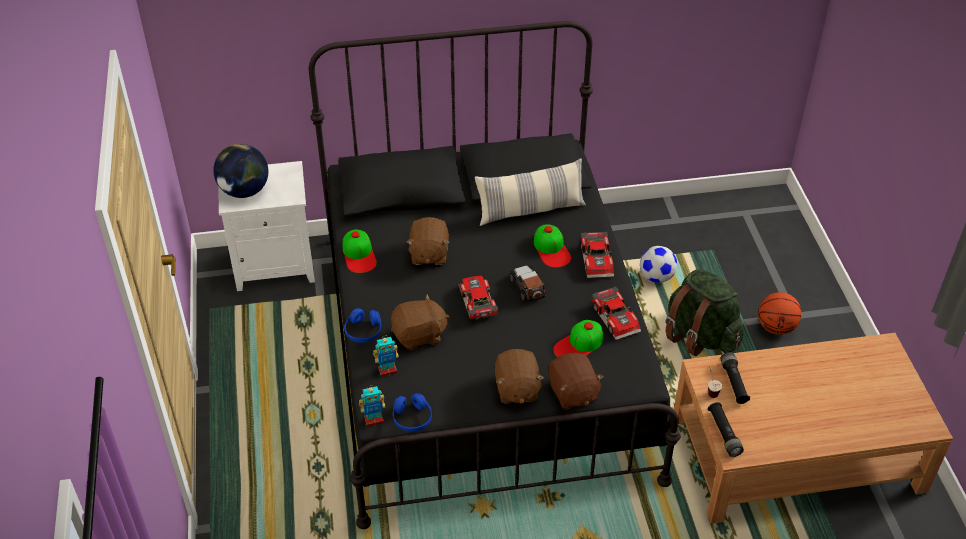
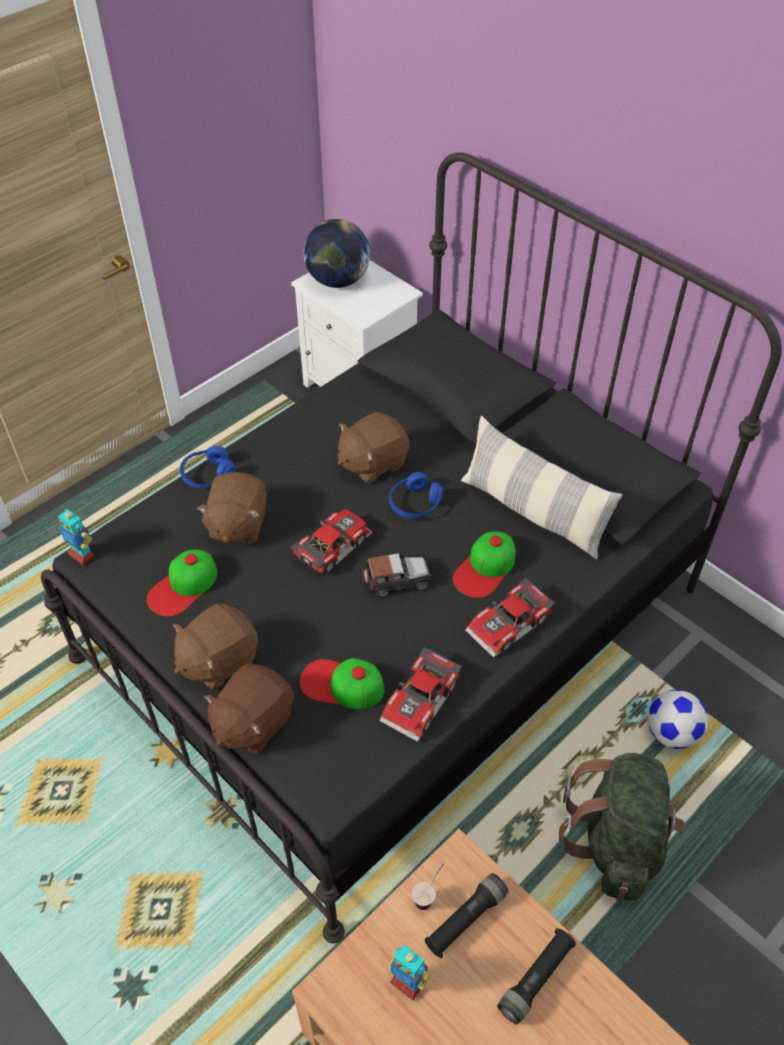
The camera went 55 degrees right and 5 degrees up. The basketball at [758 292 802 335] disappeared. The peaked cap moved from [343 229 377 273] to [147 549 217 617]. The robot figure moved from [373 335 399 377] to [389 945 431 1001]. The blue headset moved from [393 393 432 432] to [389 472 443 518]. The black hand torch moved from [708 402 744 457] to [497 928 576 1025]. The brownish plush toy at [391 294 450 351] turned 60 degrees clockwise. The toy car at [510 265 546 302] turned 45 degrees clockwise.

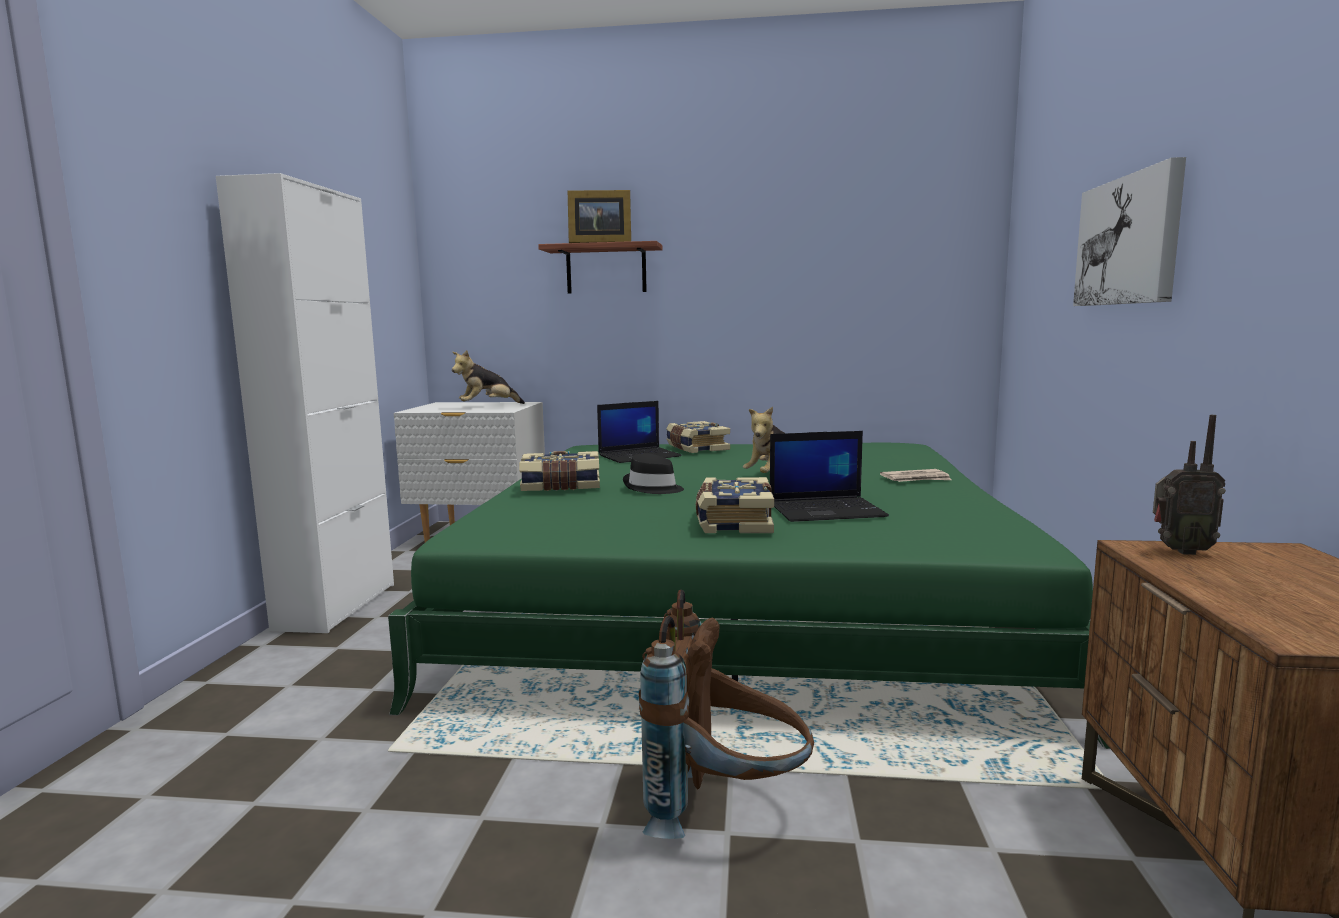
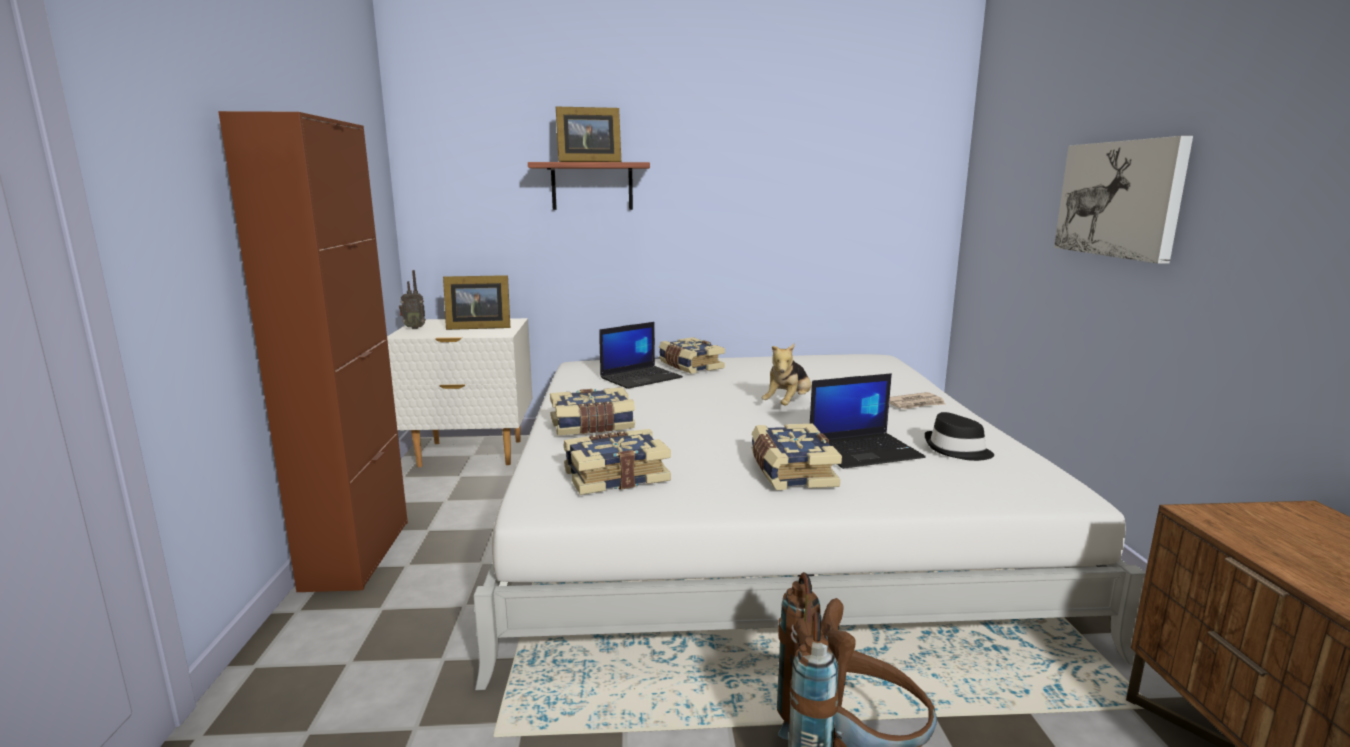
The camera went 10 degrees left and 5 degrees up. The bound book at [564 429 671 495] appeared. The black clothing hat moved from [623 453 684 494] to [924 412 994 461]. The radio receiver moved from [1153 415 1226 555] to [399 270 426 329]. The plush toy at [452 350 525 404] was replaced by the standing frame at [443 275 510 330]. The white storage cabinet at [216 173 394 633] became the brownish storage cabinet at [218 111 408 592]. The green-coloured sleeping bed at [388 443 1110 749] became the white sleeping bed at [474 354 1146 690].

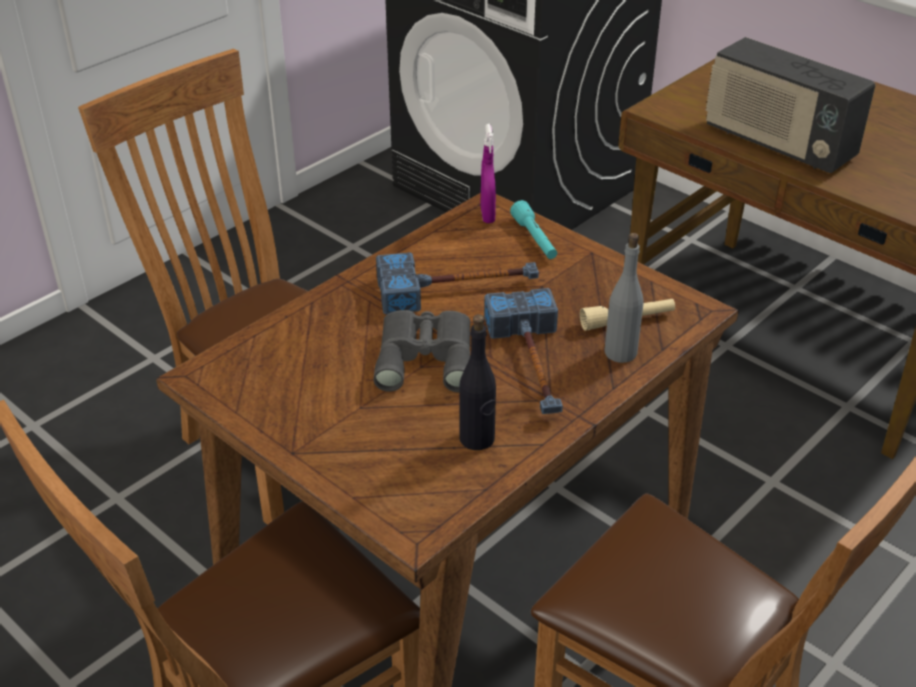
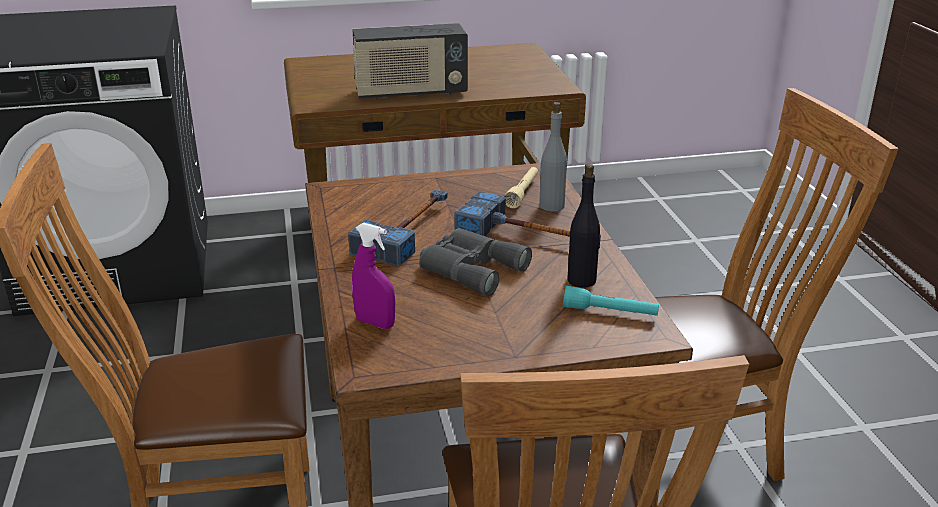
The camera went 55 degrees left and 10 degrees down. The purplish spray bottle moved from [481 124 496 223] to [352 223 396 329]. The turquoise-coloured hand torch moved from [510 200 557 259] to [563 286 659 316].

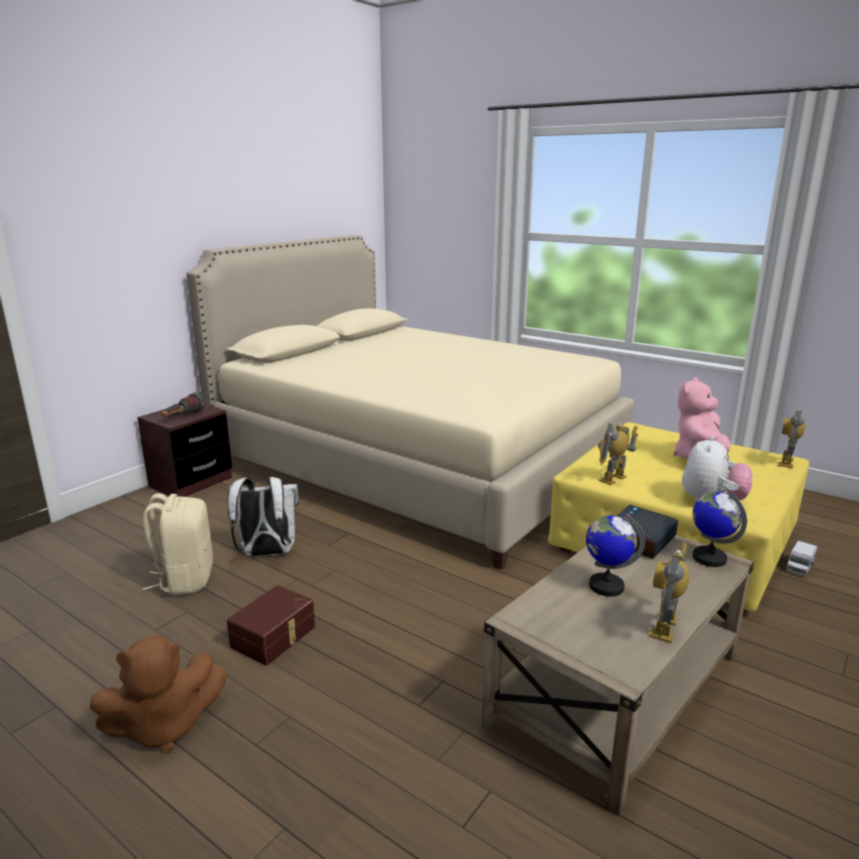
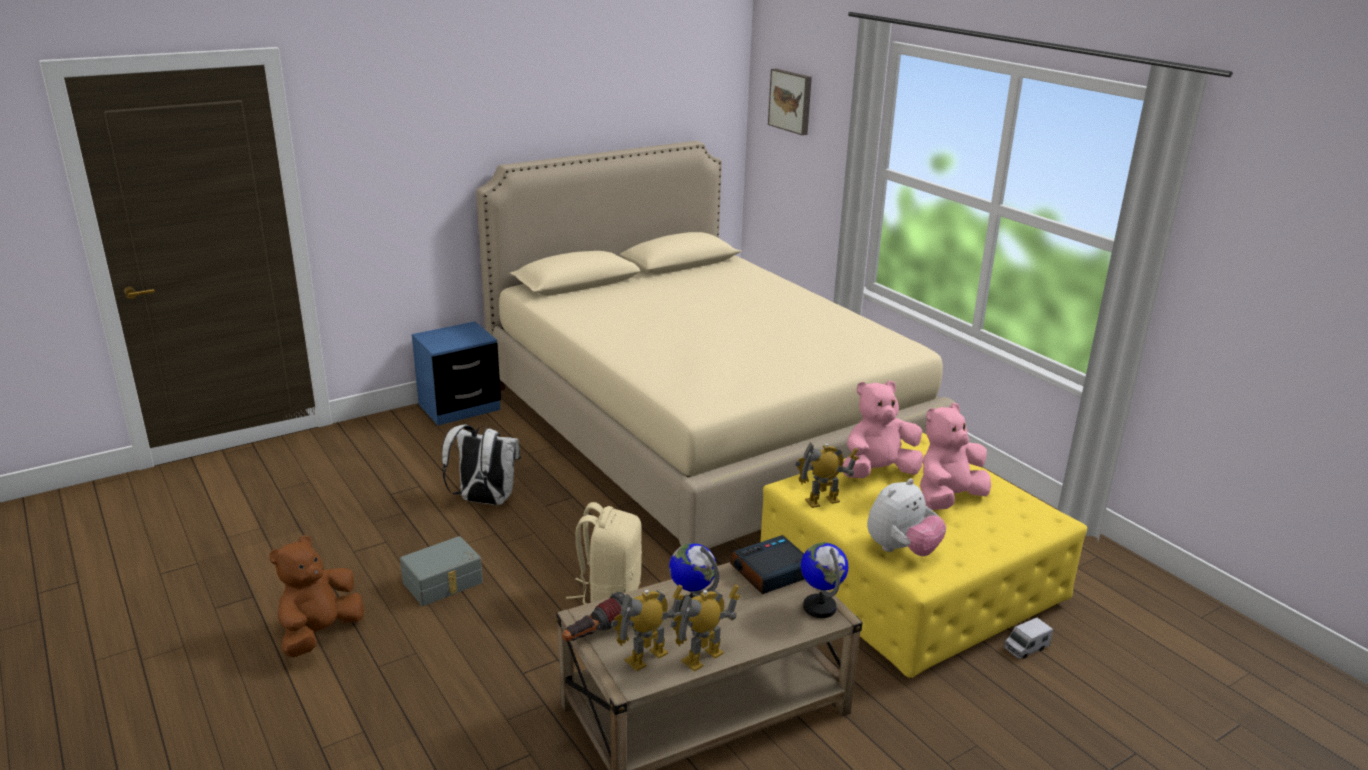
The camera went 20 degrees right and 5 degrees up. The picture at [768 69 812 135] appeared. The pink-coloured plush toy at [843 380 923 478] appeared. The sand-coloured backpack moved from [143 493 213 596] to [566 502 642 605]. The hand torch moved from [161 393 204 417] to [562 592 626 641]. The robot figure moved from [778 409 805 468] to [611 585 684 671]. The brownish bedside table at [137 404 232 497] became the blue bedside table at [412 321 501 425]. The brownish storage container at [227 585 315 665] became the greyish storage container at [400 536 483 606]. The brownish plush toy at [89 635 227 753] turned 120 degrees clockwise.

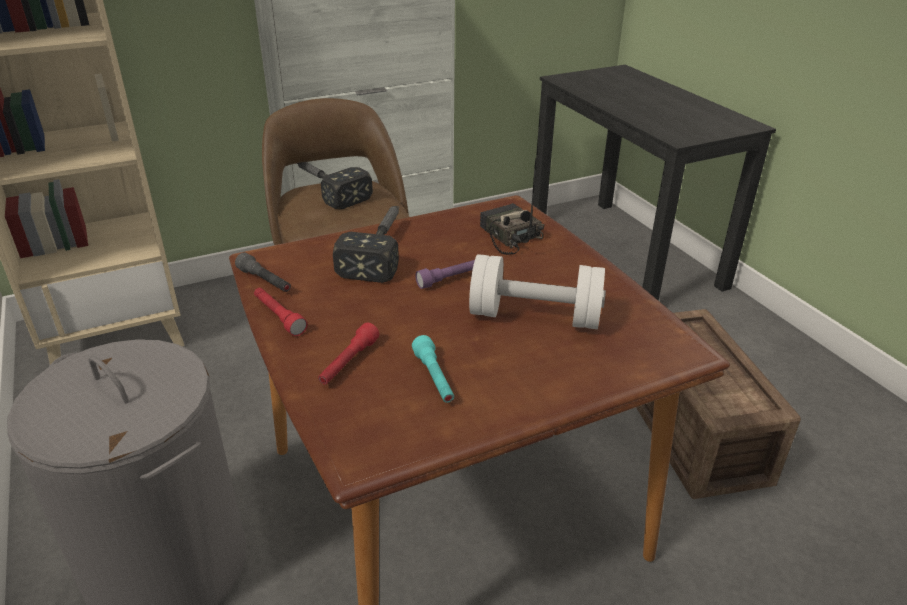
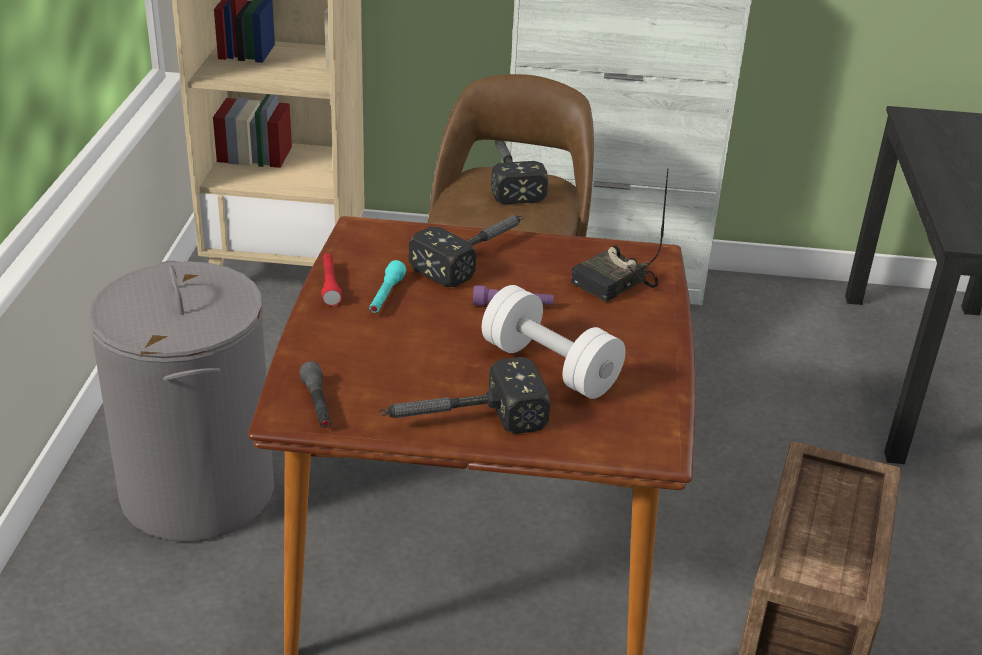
The camera went 30 degrees right and 0 degrees up. The reddish hand torch at [318 323 379 385] disappeared. The hand hammer at [379 357 550 434] appeared. The greyish hand torch moved from [235 253 291 292] to [300 361 331 428]. The turquoise-coloured hand torch moved from [412 335 454 403] to [369 260 406 313]. The radio receiver at [480 158 544 255] turned 135 degrees counterclockwise.

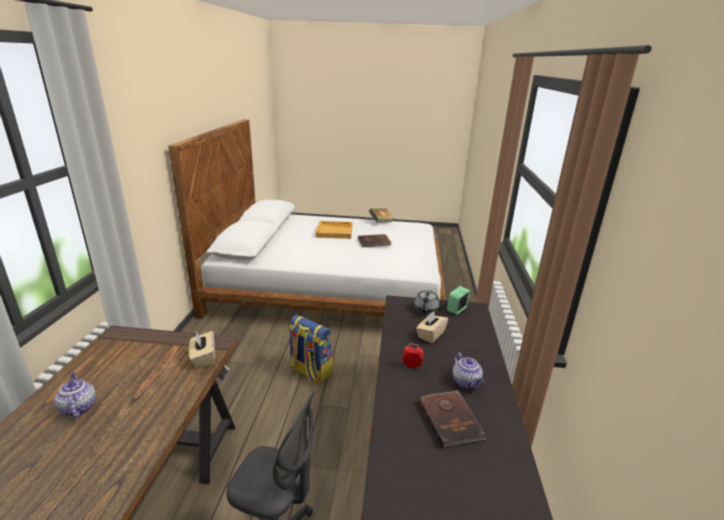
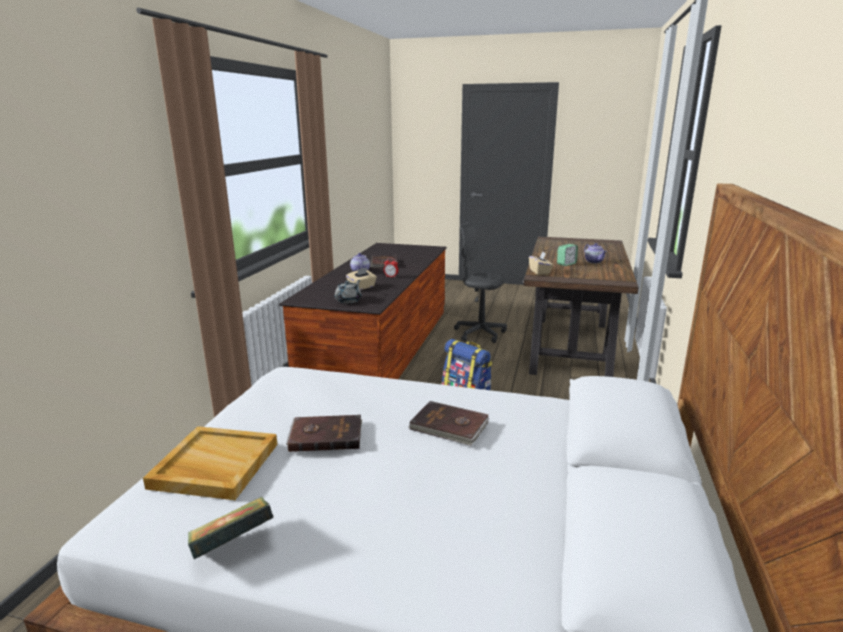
The camera went 170 degrees left and 5 degrees down. The brownish bound book at [409 401 489 446] appeared. The sand-coloured carrying tray moved from [316 221 352 239] to [143 426 277 500]. The table clock moved from [447 286 470 315] to [557 244 578 266].

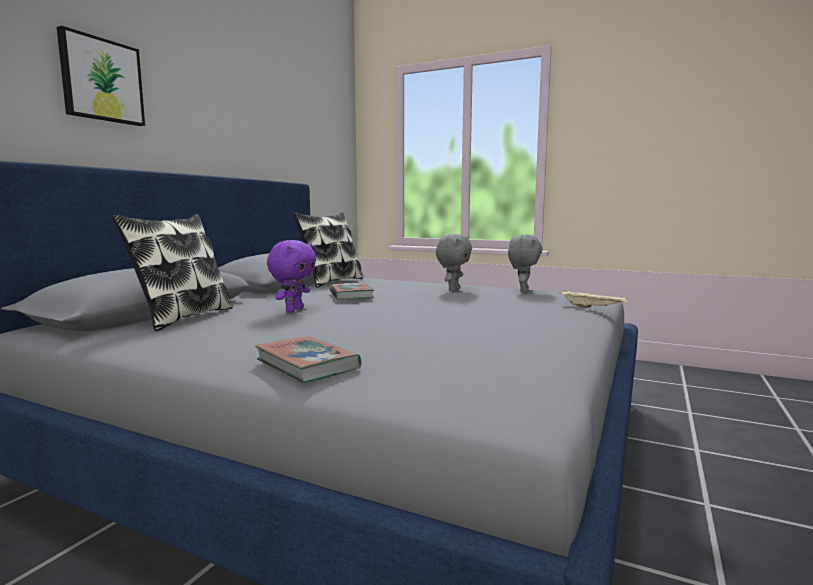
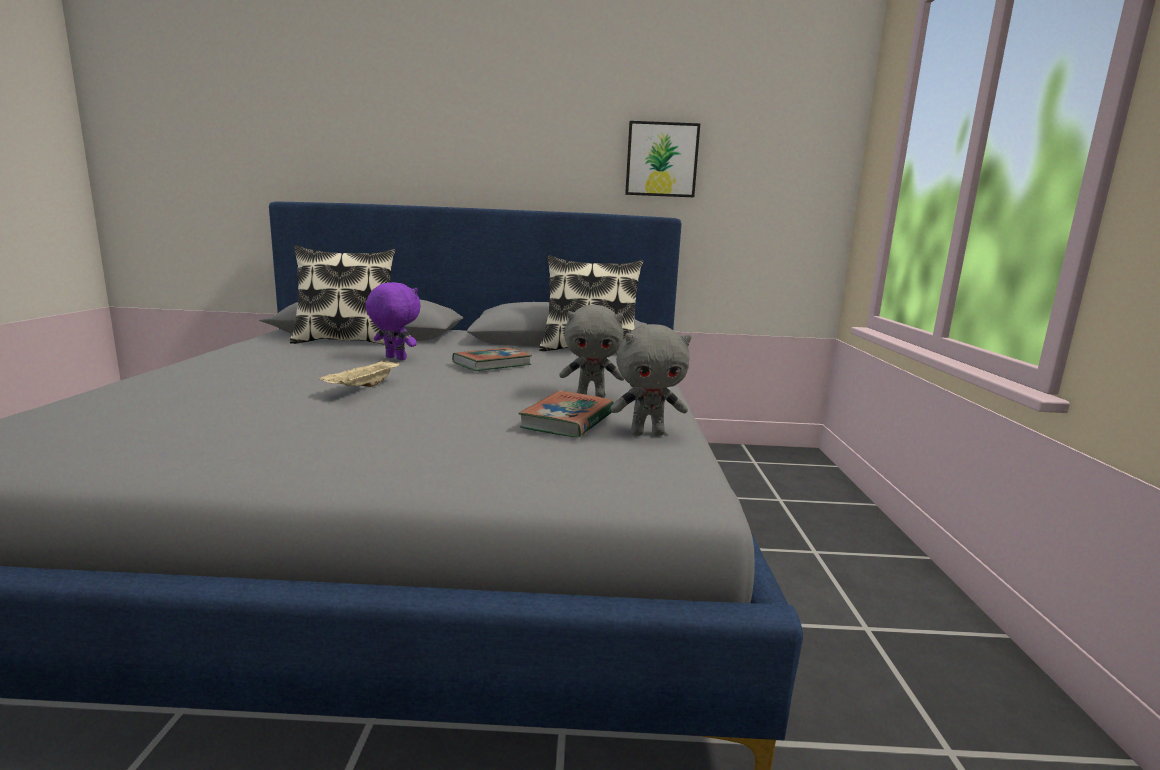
The camera went 65 degrees right and 5 degrees up. The picture moved from [57 26 145 126] to [625 121 700 197]. The bound book moved from [255 336 361 383] to [518 391 614 437]. The sand-coloured carrying tray moved from [558 290 628 308] to [319 359 400 387]. The purplish plush toy at [267 240 316 312] turned 150 degrees counterclockwise.

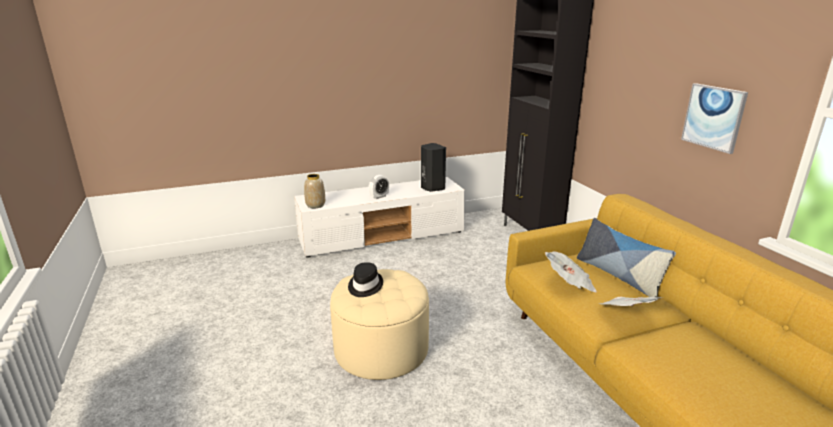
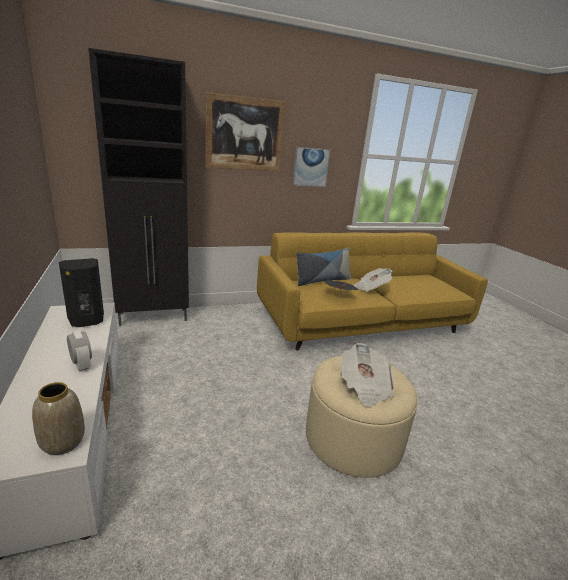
The camera went 90 degrees left and 0 degrees up. The picture at [205 92 286 172] appeared. The black clothing hat at [348 262 383 297] was replaced by the daily paper at [340 343 394 407].

